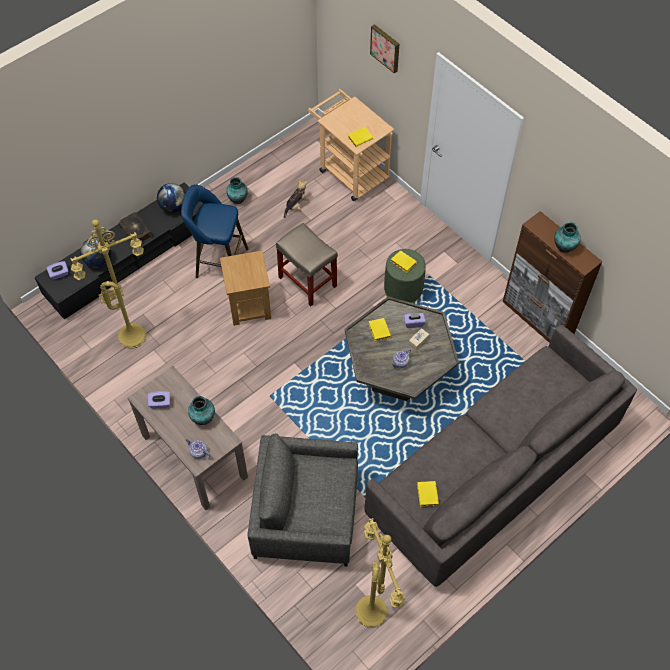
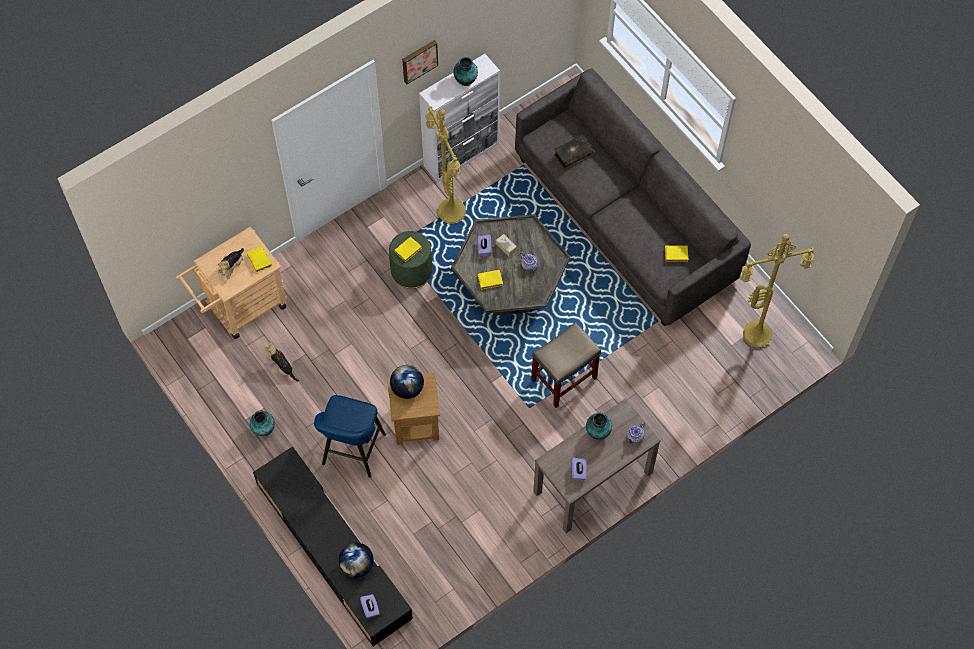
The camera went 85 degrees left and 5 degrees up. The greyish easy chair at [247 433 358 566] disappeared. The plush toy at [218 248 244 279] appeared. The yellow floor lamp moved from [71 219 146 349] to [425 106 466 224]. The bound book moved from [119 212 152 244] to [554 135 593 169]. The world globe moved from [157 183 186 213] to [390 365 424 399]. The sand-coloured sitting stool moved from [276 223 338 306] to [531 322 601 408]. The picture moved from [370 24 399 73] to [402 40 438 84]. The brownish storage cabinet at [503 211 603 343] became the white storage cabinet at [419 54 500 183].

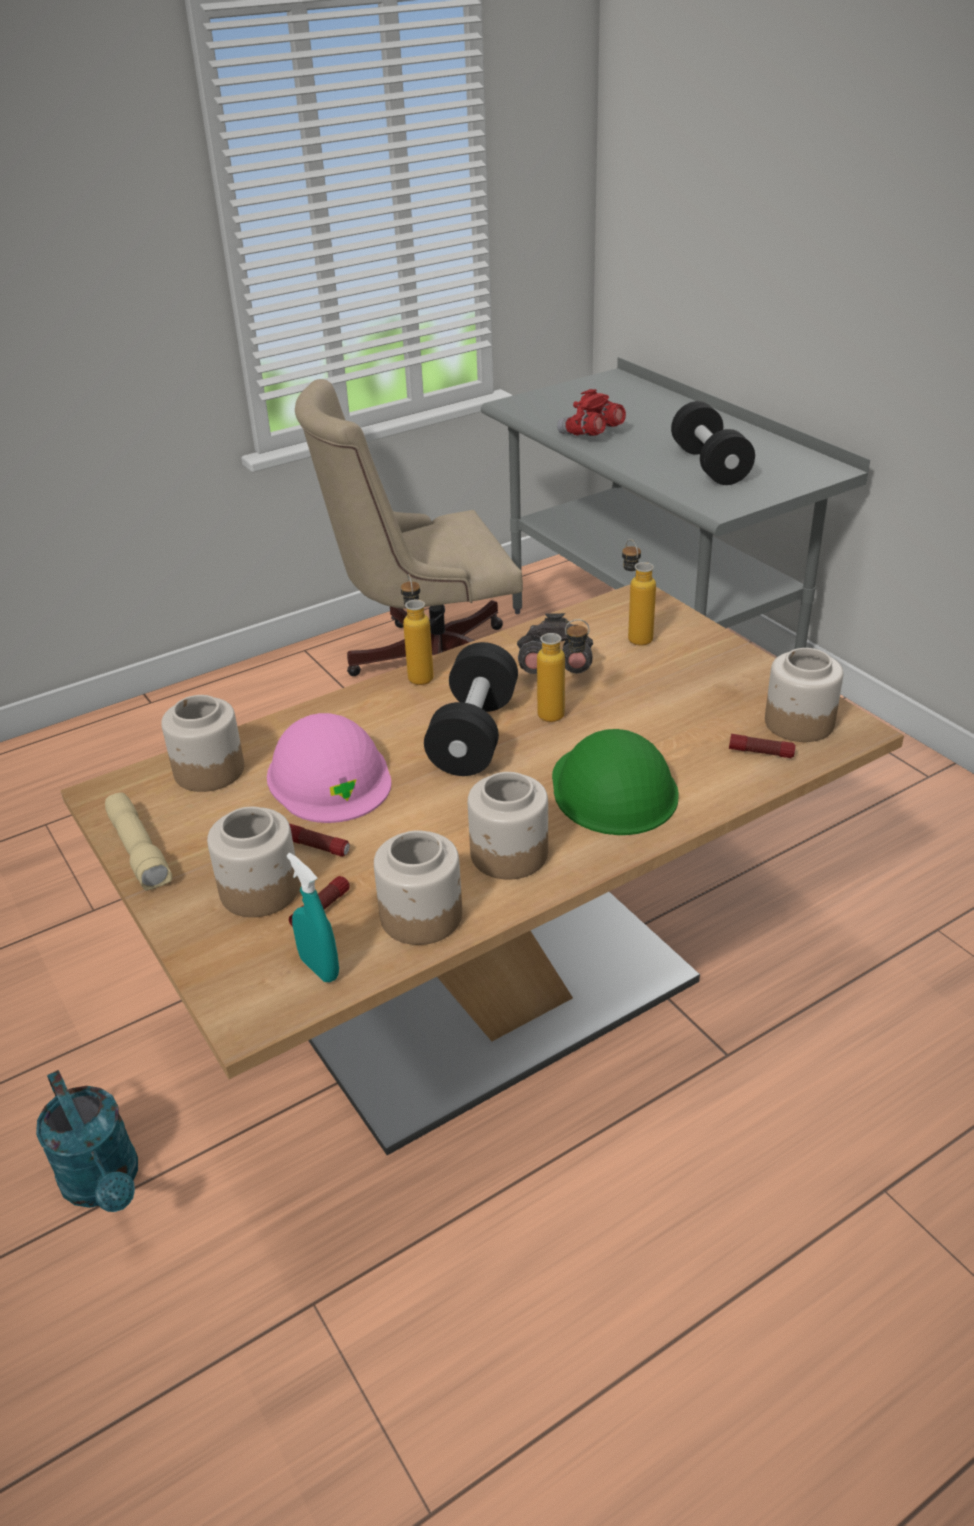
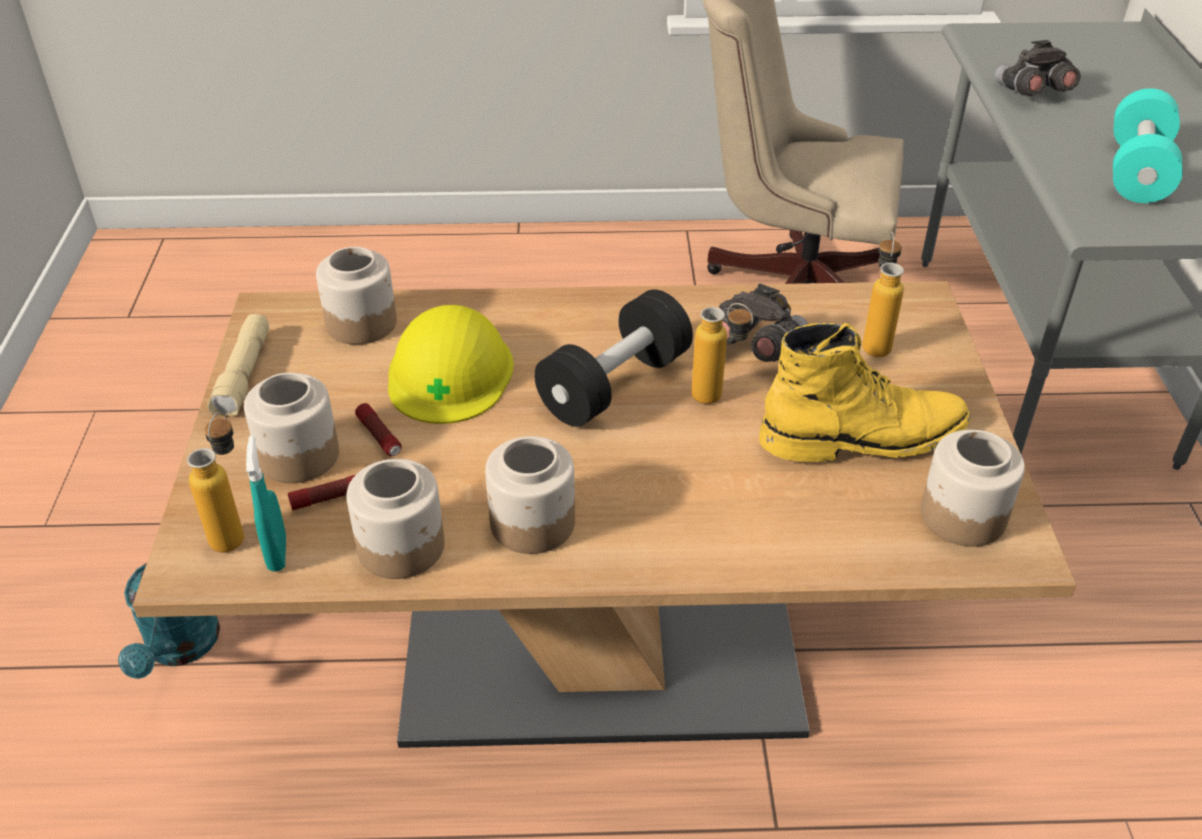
The camera went 30 degrees right and 5 degrees up. The green-coloured hard hat at [552 729 679 835] disappeared. The hand torch at [729 734 796 758] disappeared. The yellow high-top boot at [759 323 971 462] appeared. The beverage bottle moved from [401 574 434 685] to [187 412 244 552]. The pink-coloured hard hat at [267 713 391 823] became the yellow hard hat at [388 305 514 424]. The reddish pair of binoculars at [557 389 626 436] became the greyish pair of binoculars at [995 40 1081 96]. The black free weight at [671 401 755 485] became the turquoise-coloured free weight at [1113 88 1183 203].

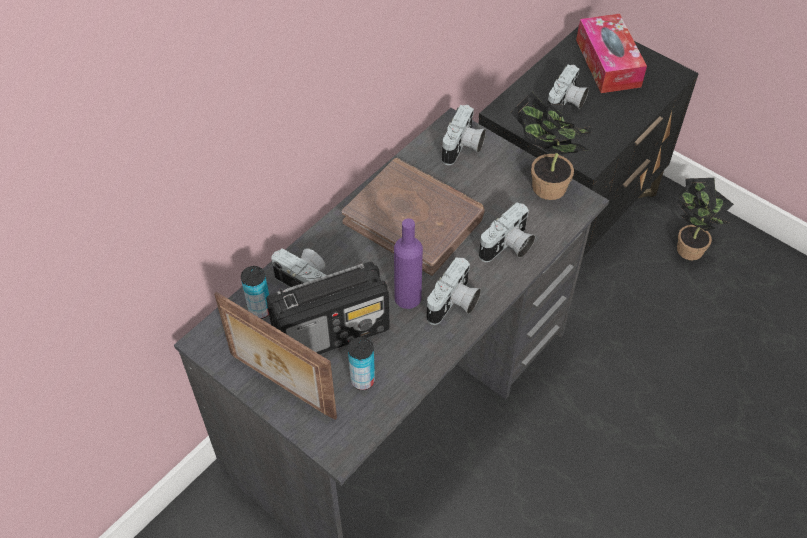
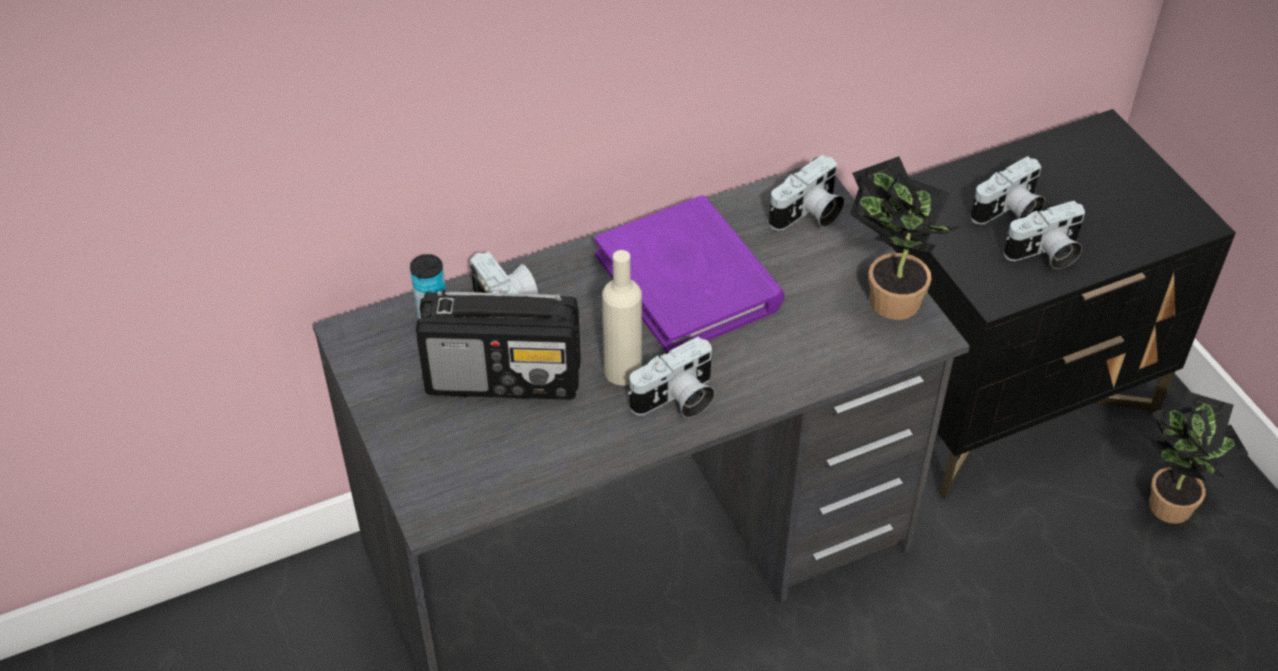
The camera went 25 degrees right and 5 degrees down. The standing frame at [214 292 337 420] disappeared. The can at [348 337 375 390] disappeared. The tissue holder at [576 14 647 93] disappeared. The photo camera moved from [479 202 535 262] to [1004 201 1085 269]. The brownish bound book at [342 158 485 276] became the purplish bound book at [595 195 784 354]. The purplish beverage bottle at [394 218 423 309] became the sand-coloured beverage bottle at [602 250 642 385].

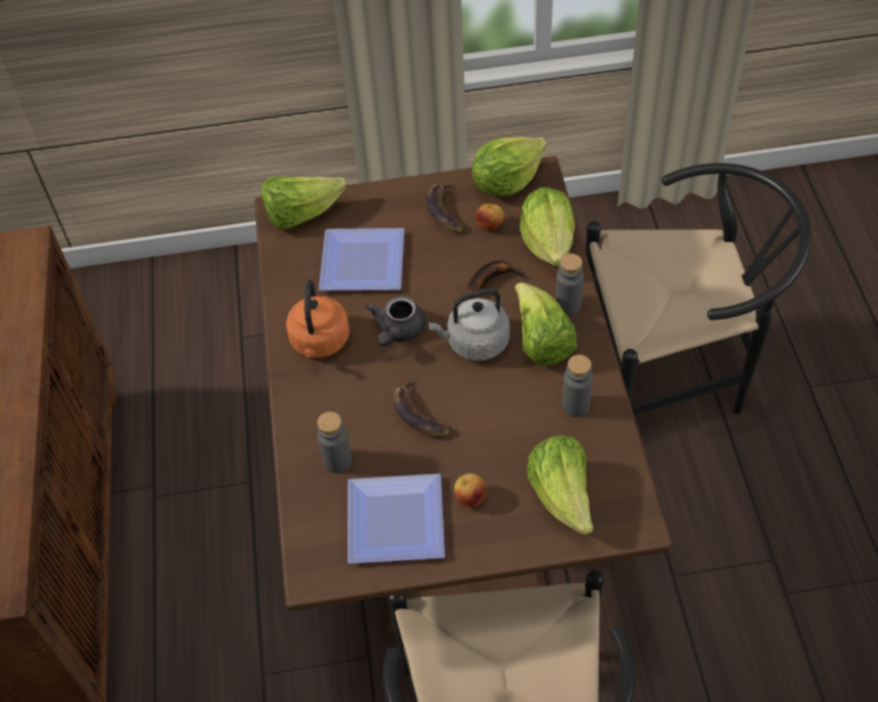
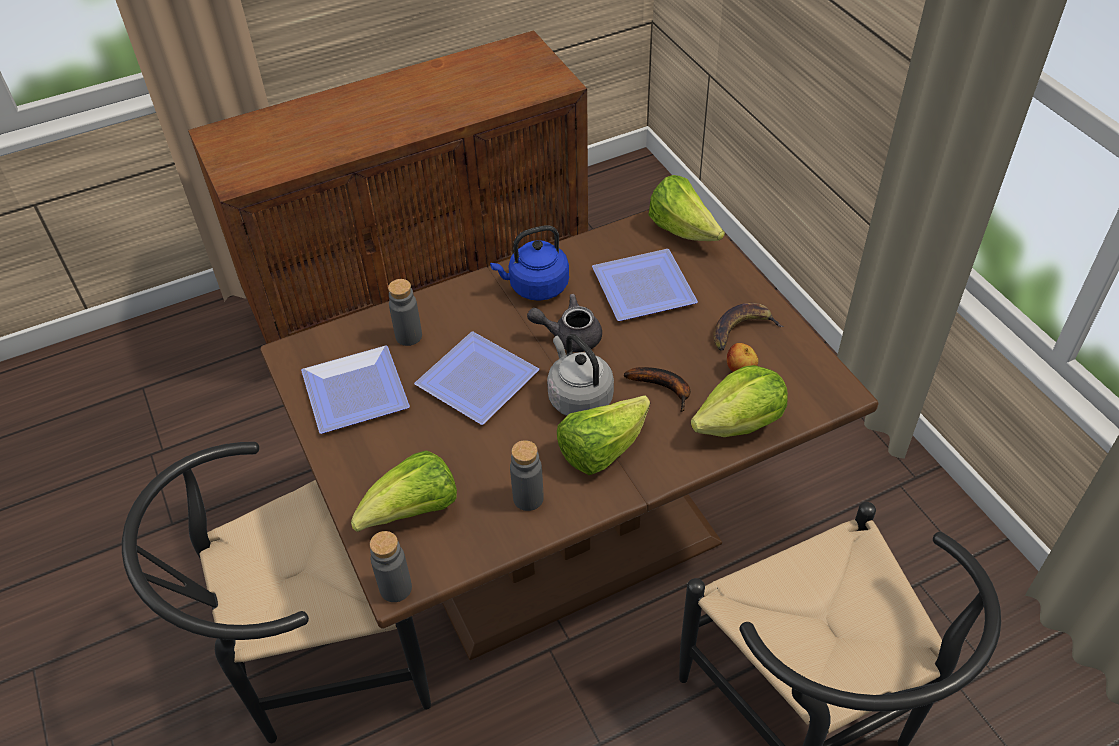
The camera went 70 degrees right and 5 degrees down. The apple at [454 473 486 508] disappeared. The lettuce head at [472 137 547 197] disappeared. The greyish beverage bottle moved from [555 254 584 316] to [370 531 412 602]. The whole banana at [393 380 453 437] was replaced by the dinner plate at [414 332 539 425]. The orange-coloured tea kettle at [286 280 350 358] became the blue tea kettle at [490 225 569 301].

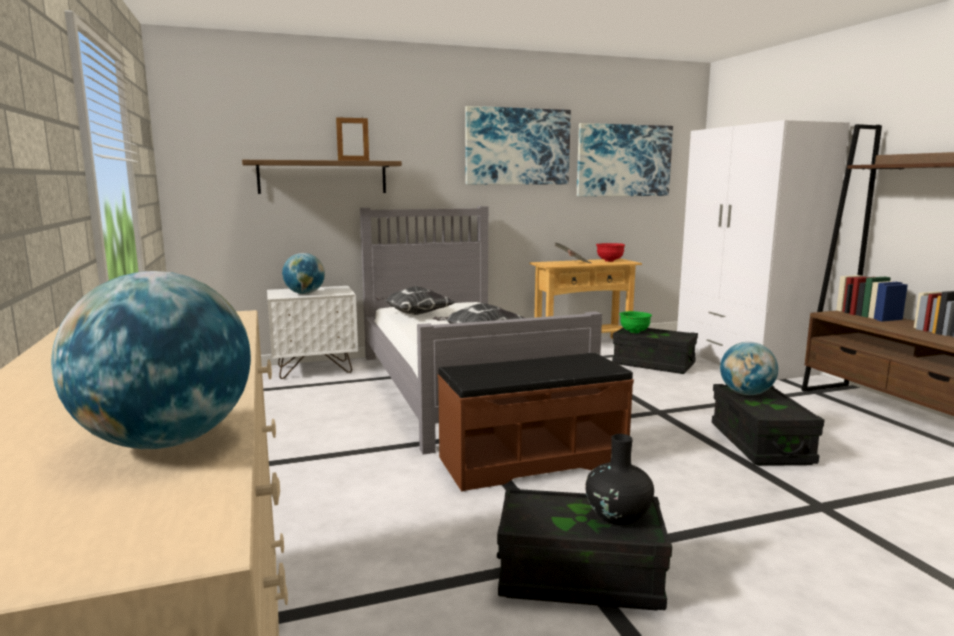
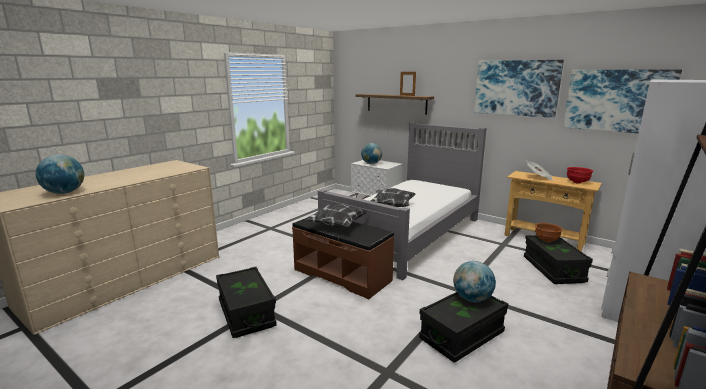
The camera went 55 degrees right and 5 degrees up. The black flower vase at [585 434 654 525] disappeared. The throw pillow moved from [375 286 456 315] to [306 204 367 228]. The green-coloured serving bowl at [619 311 652 333] became the brownish serving bowl at [535 223 563 242].

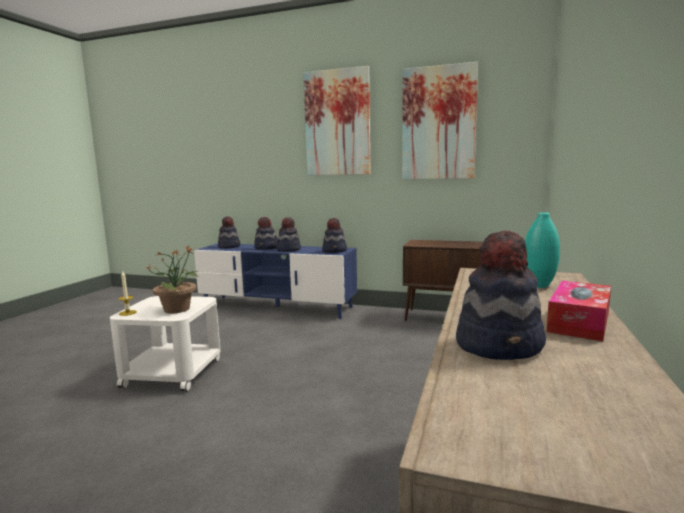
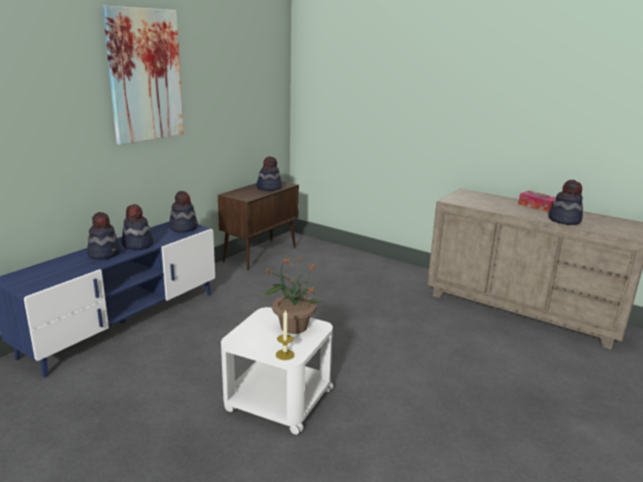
The camera went 75 degrees left and 10 degrees up. The picture at [402 62 478 179] disappeared. The turquoise-coloured flower vase at [525 212 560 288] disappeared. The clothing hat moved from [218 216 240 249] to [256 156 282 191].

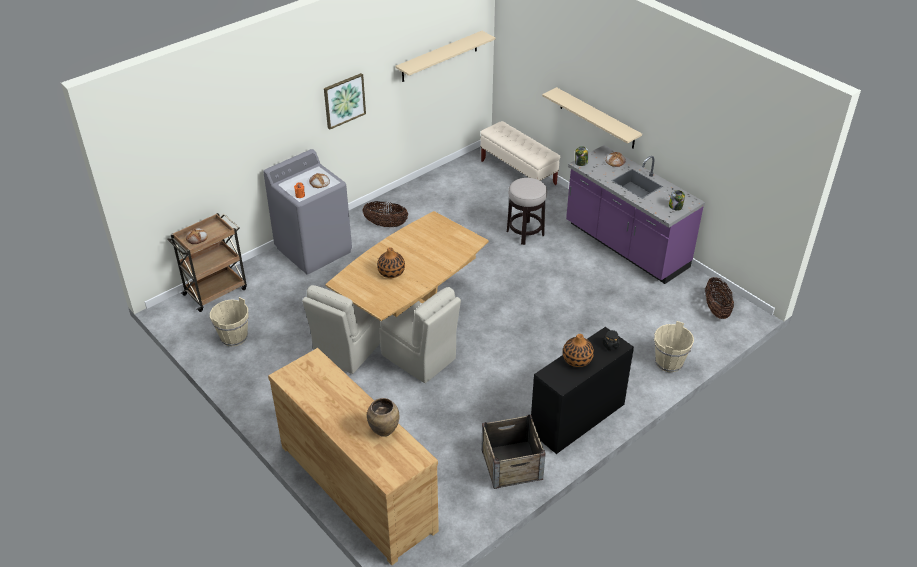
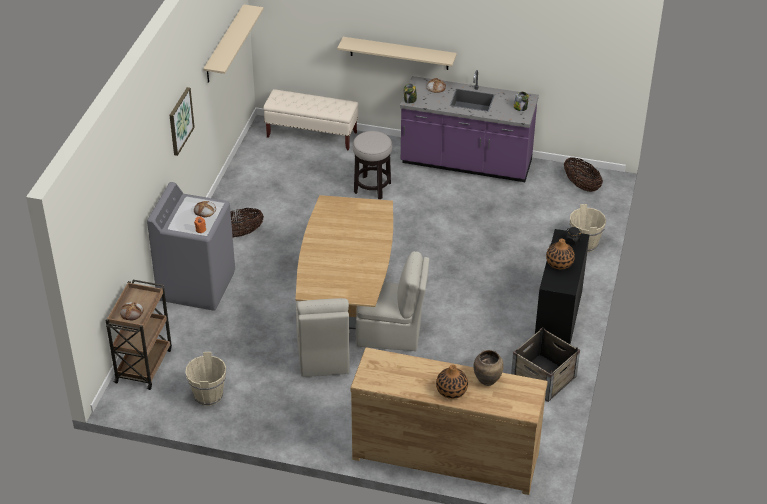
The camera went 35 degrees left and 0 degrees up. The flower vase moved from [377 247 405 278] to [436 365 468 399].

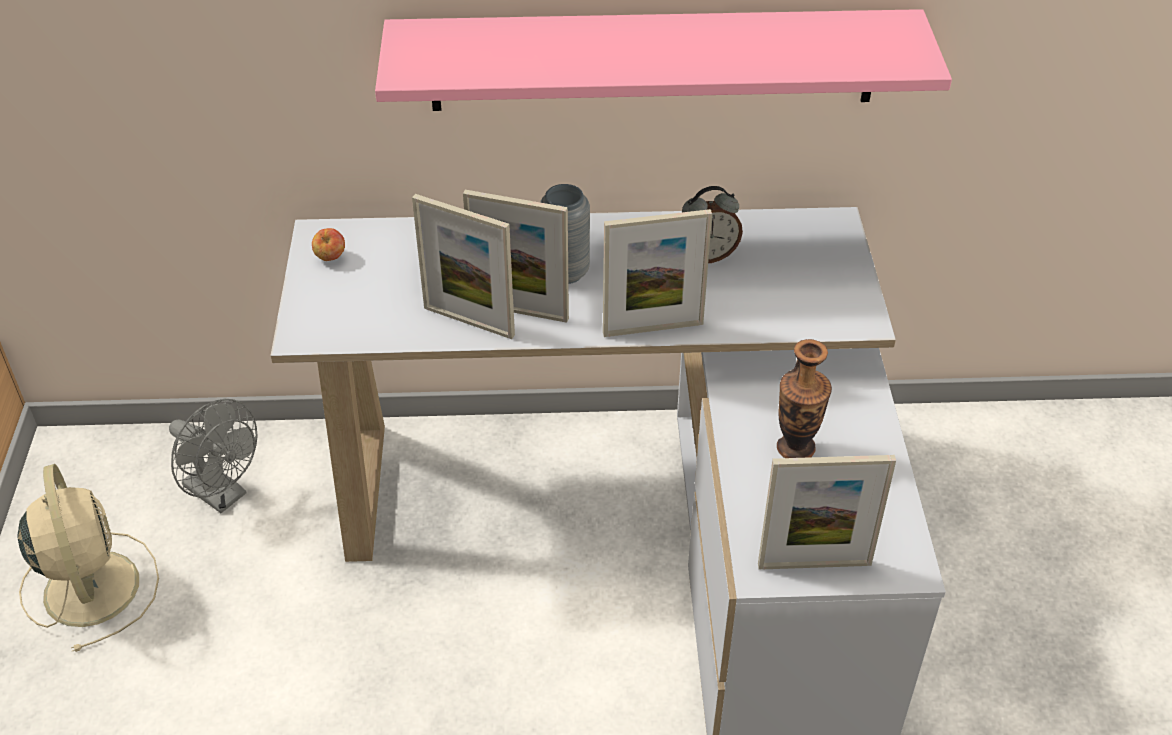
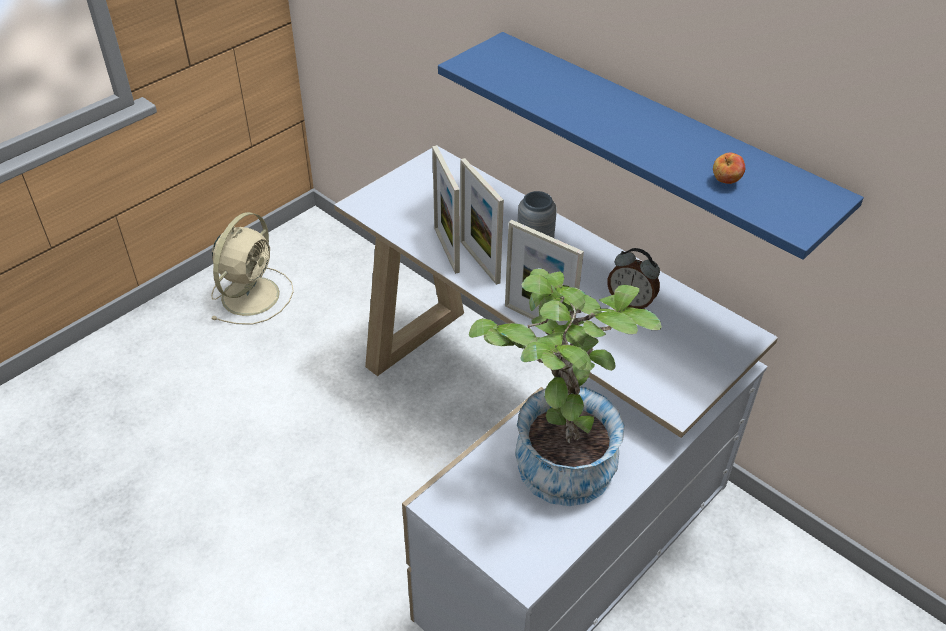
The camera went 45 degrees right and 0 degrees up. The greyish electric fan at [169 399 258 513] disappeared. The standing frame at [758 455 896 569] disappeared. The apple moved from [312 228 345 261] to [713 153 745 184]. The flower vase at [777 339 832 458] was replaced by the houseplant at [469 268 662 506]. The pink-coloured wall shelf at [375 9 952 111] became the blue wall shelf at [438 32 864 260].

